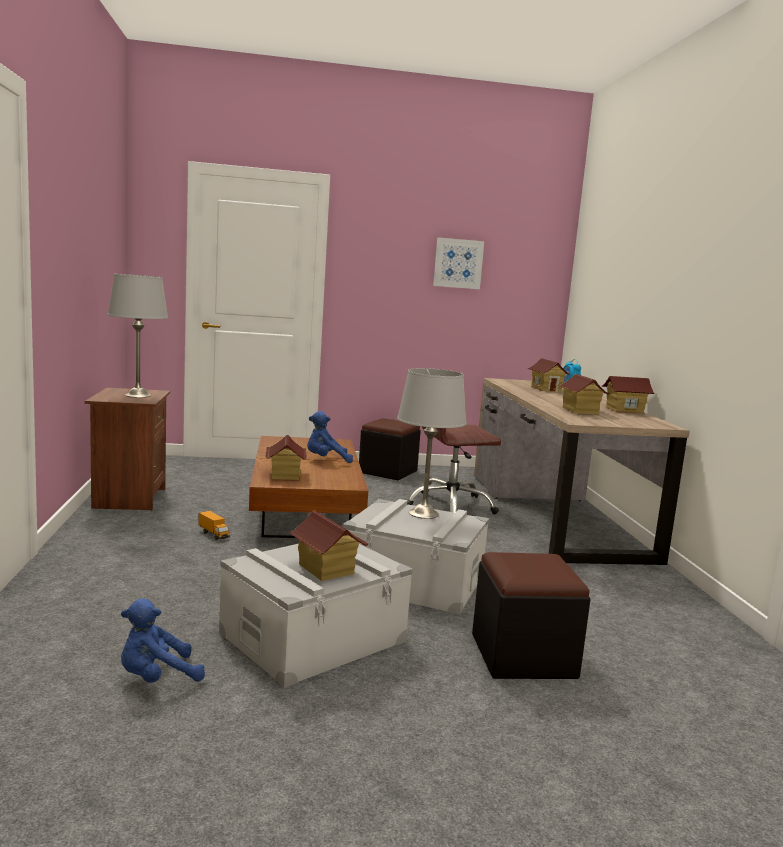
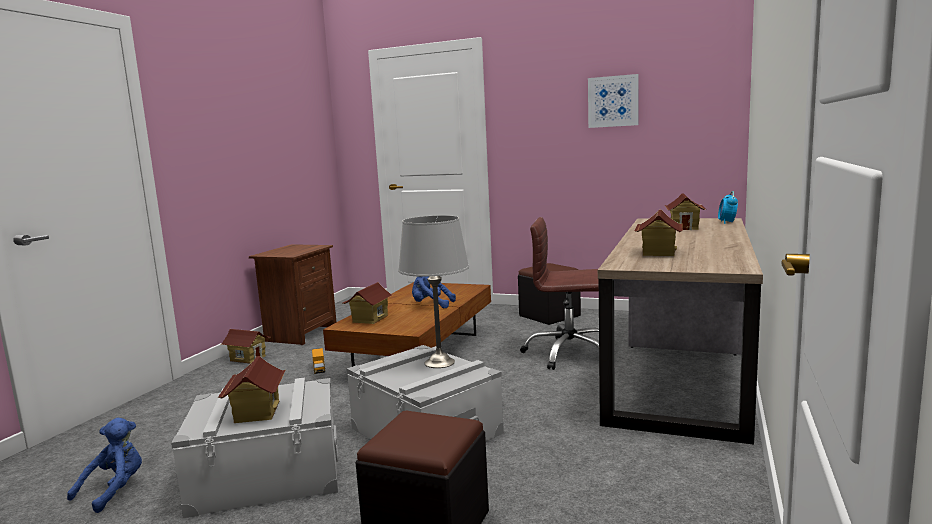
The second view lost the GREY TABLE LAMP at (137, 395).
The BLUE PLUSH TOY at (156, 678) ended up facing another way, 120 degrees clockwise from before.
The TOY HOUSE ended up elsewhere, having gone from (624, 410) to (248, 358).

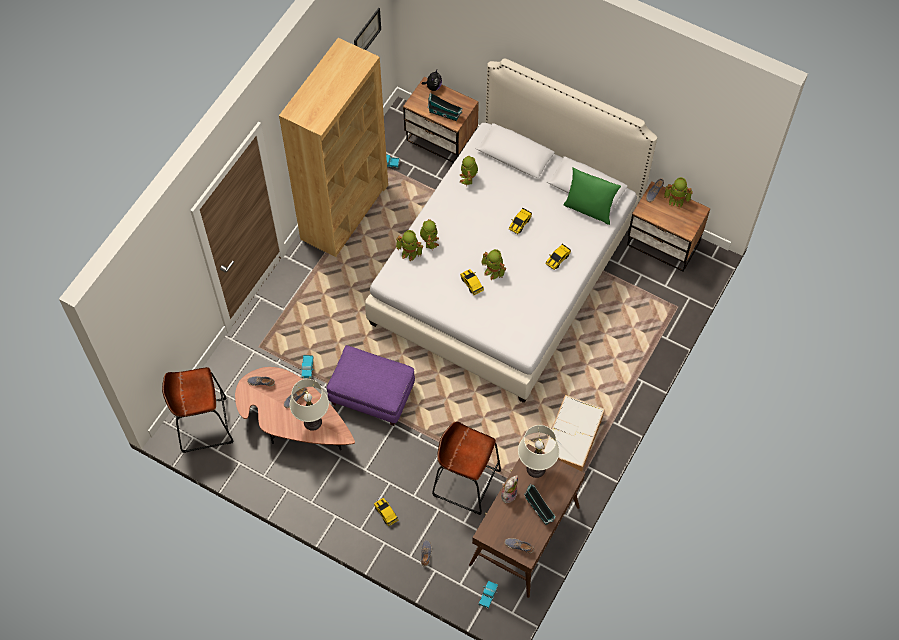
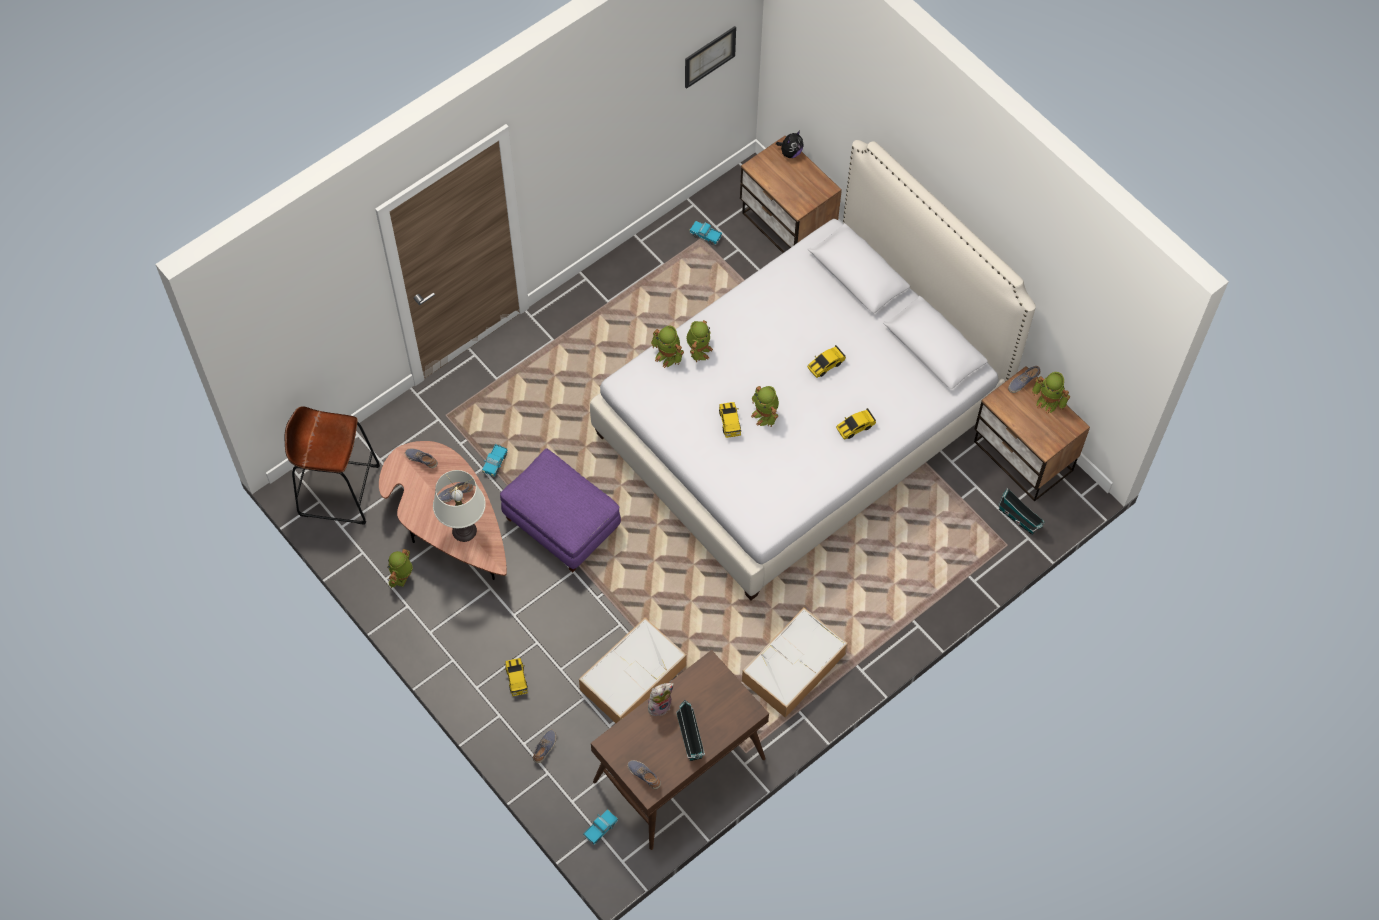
The second view lost the BROWN BOOKCASE at (345, 212).
The TOY HOUSE ended up elsewhere, having gone from (445, 114) to (1020, 519).
Where the BROWN STOOL stood at (466, 482), the STORAGE BOX came to stand at (634, 676).
The TOY ROBOT ended up elsewhere, having gone from (468, 178) to (402, 577).
The second view lost the WHITE TABLE LAMP at (536, 468).
The second view lost the GREEN PILLOW at (589, 209).

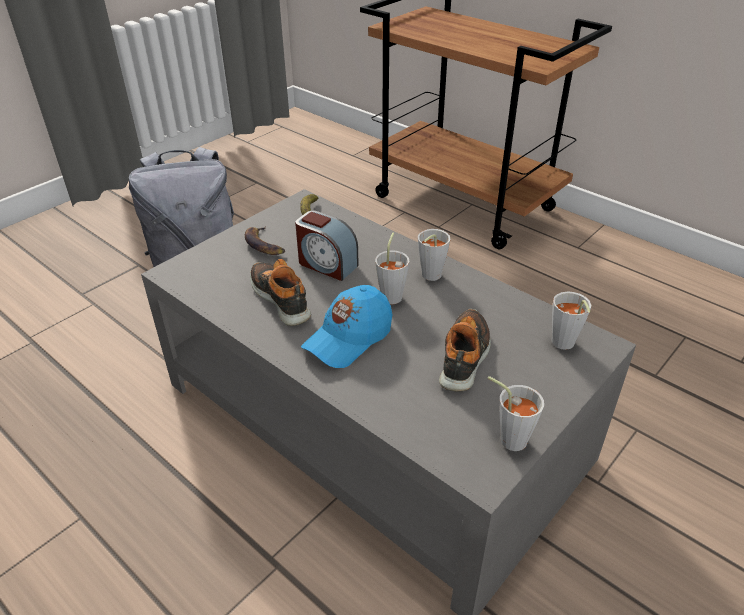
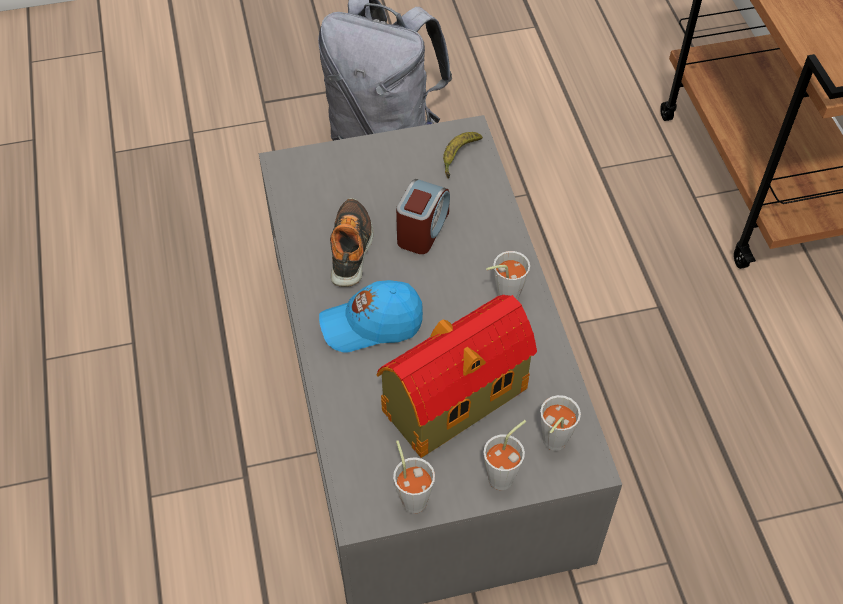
The second view lost the BANANA at (264, 245).
The ALARM CLOCK at (326, 264) ended up facing another way, 135 degrees counterclockwise from before.
The GREY CUP ended up elsewhere, having gone from (392, 294) to (505, 475).
Where the SHOE stood at (465, 356), the TOY HOUSE came to stand at (452, 401).

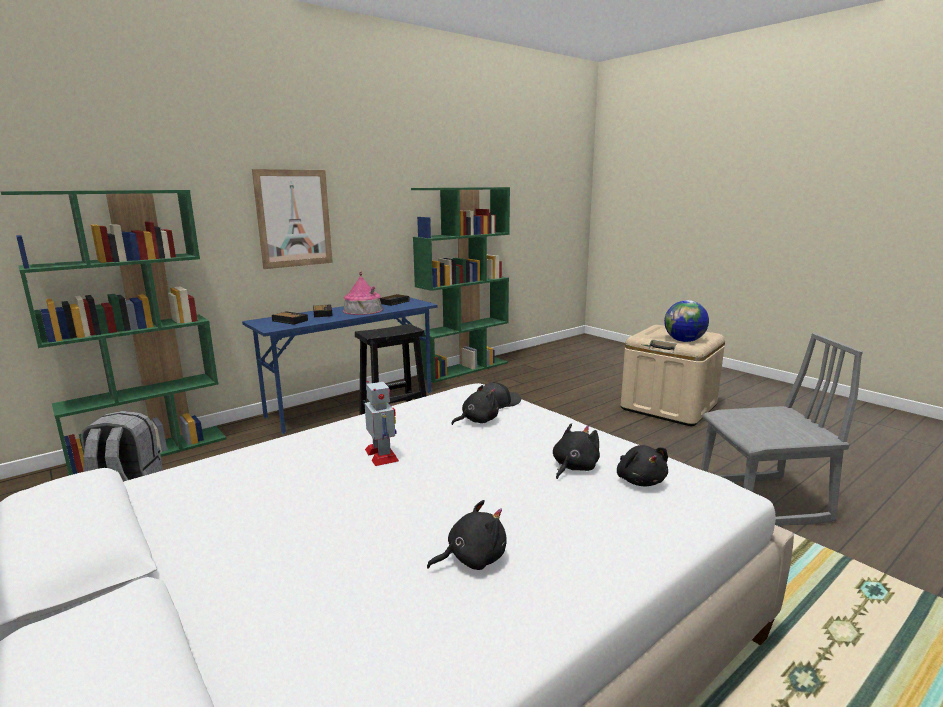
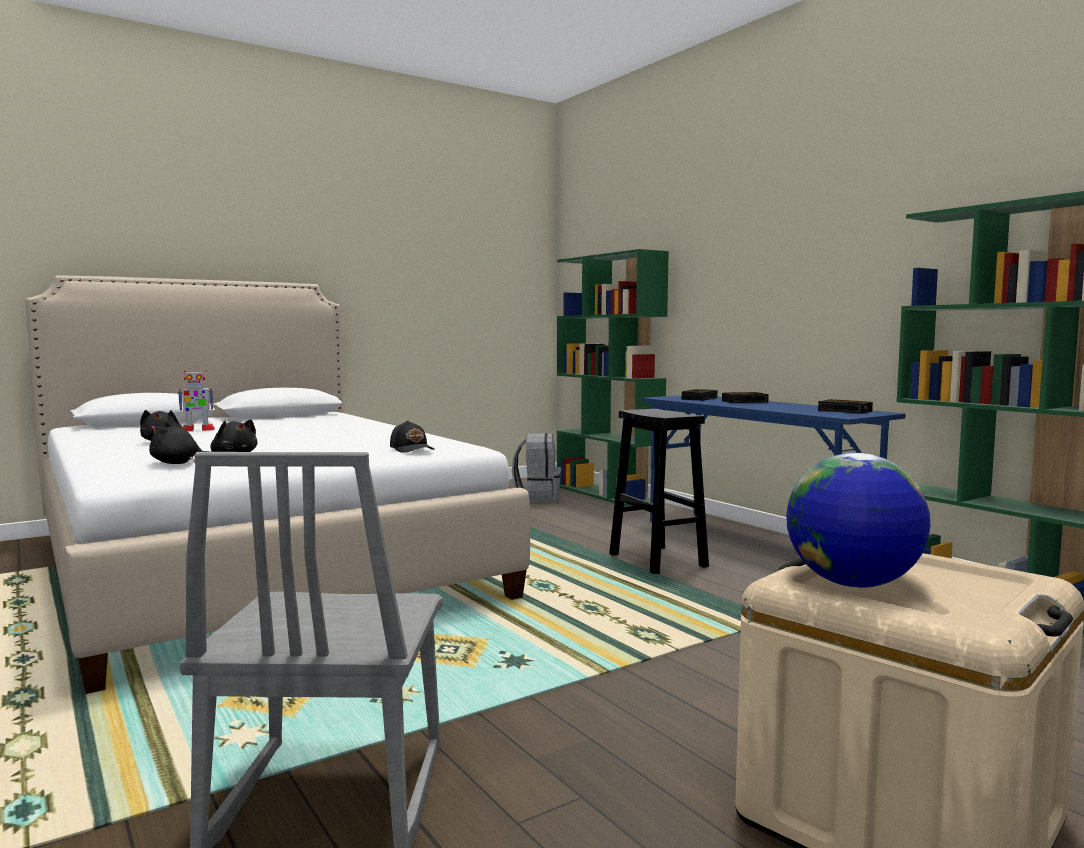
The second view lost the PICTURE at (294, 218).
The second view lost the TOY HOUSE at (363, 310).
The TOY ROBOT ended up elsewhere, having gone from (382, 455) to (197, 430).
The second view lost the BLACK PLUSH TOY at (477, 421).

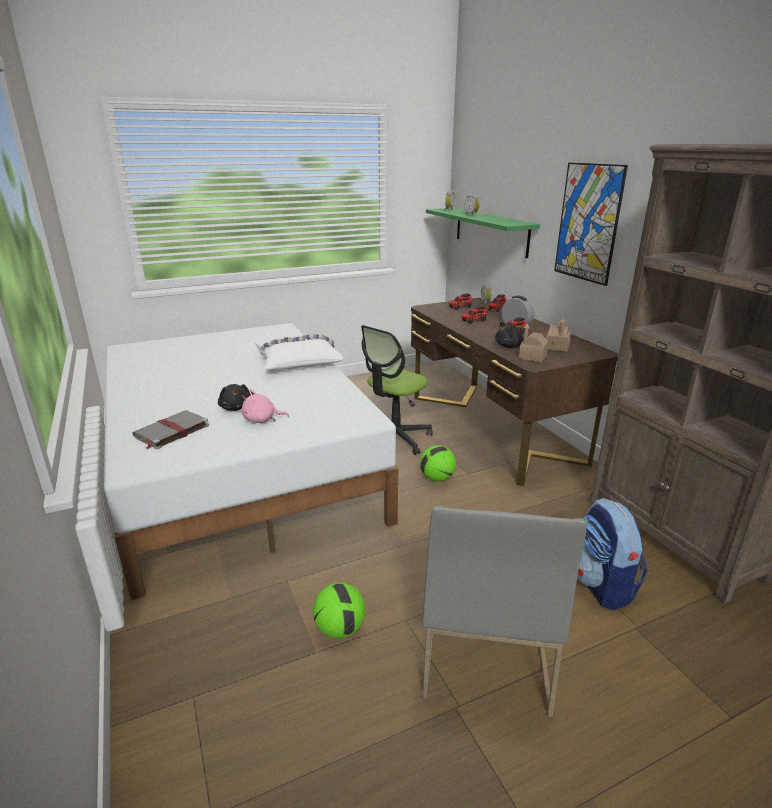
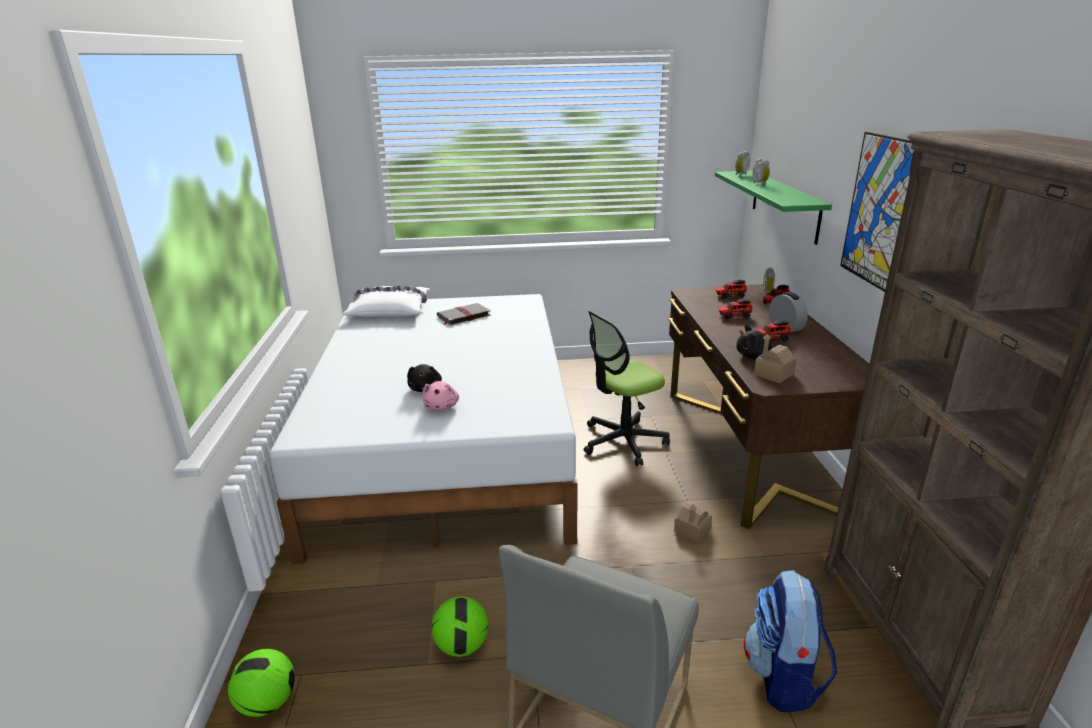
The GREY BOOK ended up elsewhere, having gone from (171, 432) to (463, 316).
The PINK PLUSH TOY at (262, 420) ended up facing another way, 105 degrees counterclockwise from before.
The WHITE PILLOW ended up elsewhere, having gone from (298, 360) to (390, 310).
The FOOTBALL ended up elsewhere, having gone from (437, 478) to (267, 702).
The TOY HOUSE ended up elsewhere, having gone from (556, 347) to (692, 530).

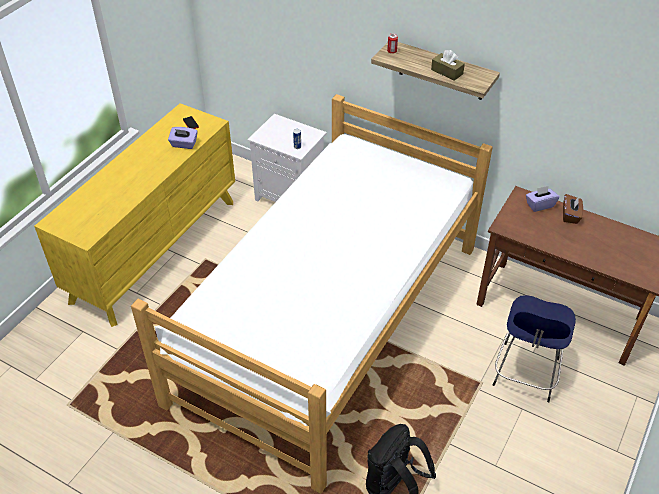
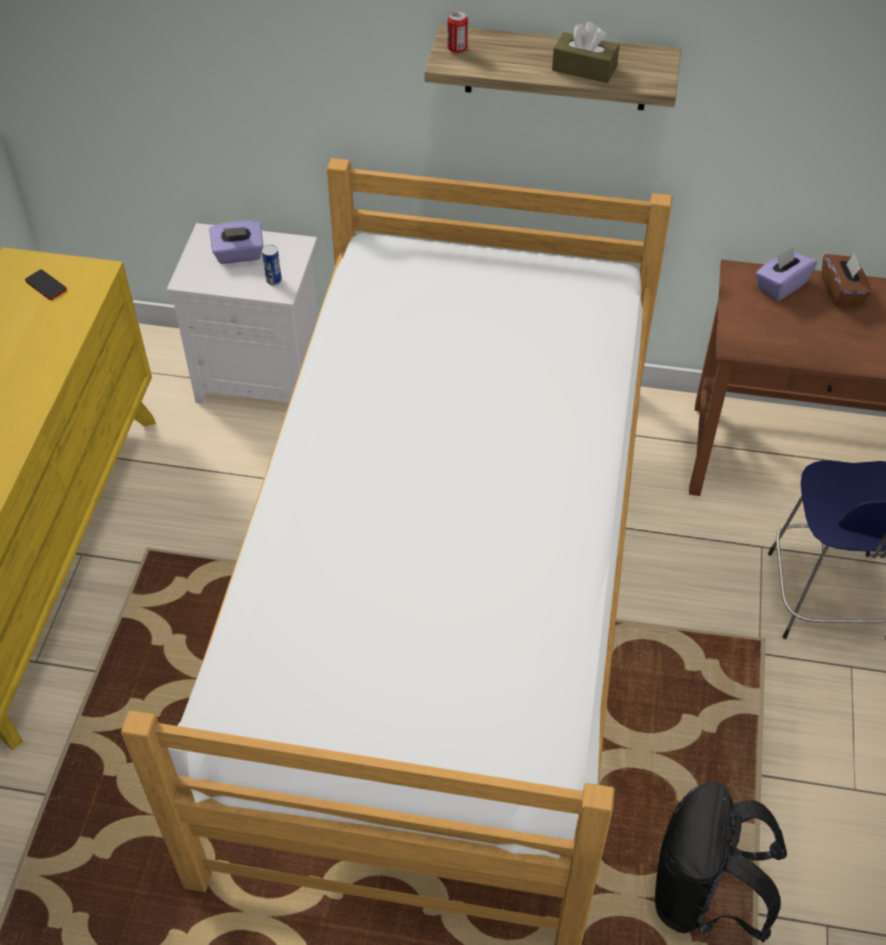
The PURPLE TISSUE BOX ended up elsewhere, having gone from (184, 144) to (239, 255).

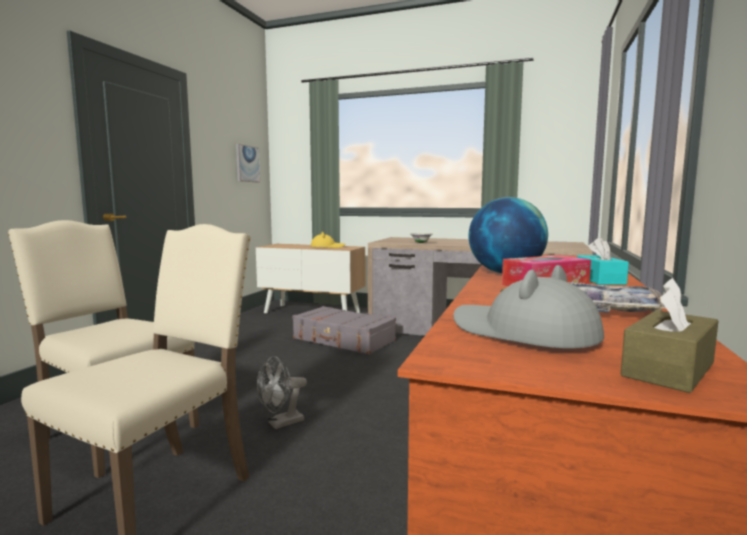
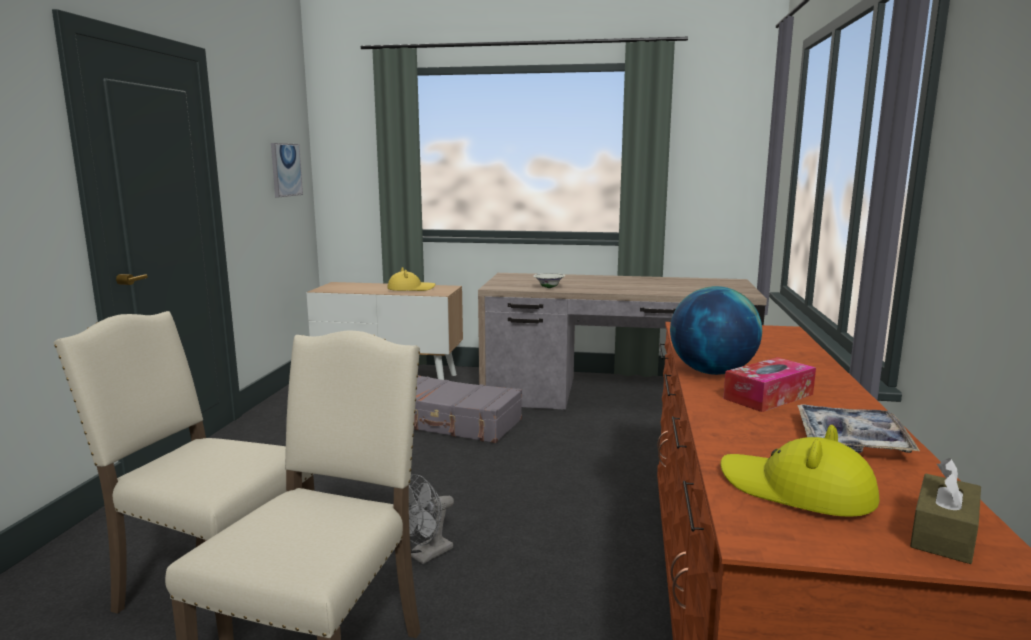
What was the GREY HAT at (522, 333) turned into the YELLOW HAT at (796, 490).
The second view lost the TURQUOISE TISSUE BOX at (599, 280).

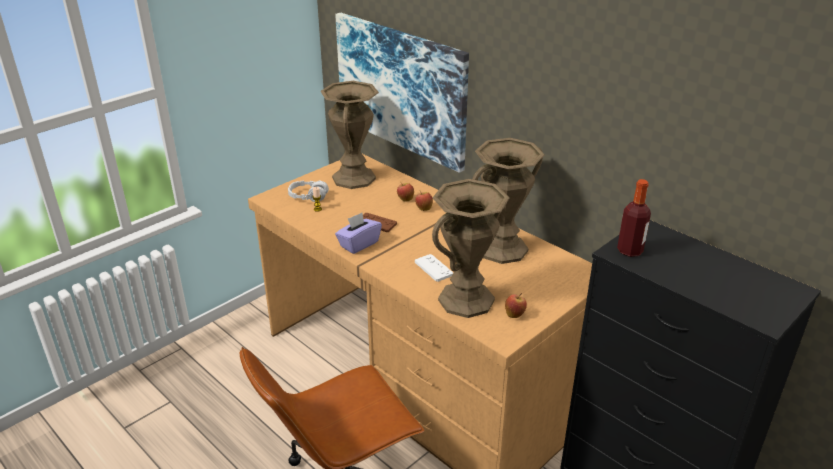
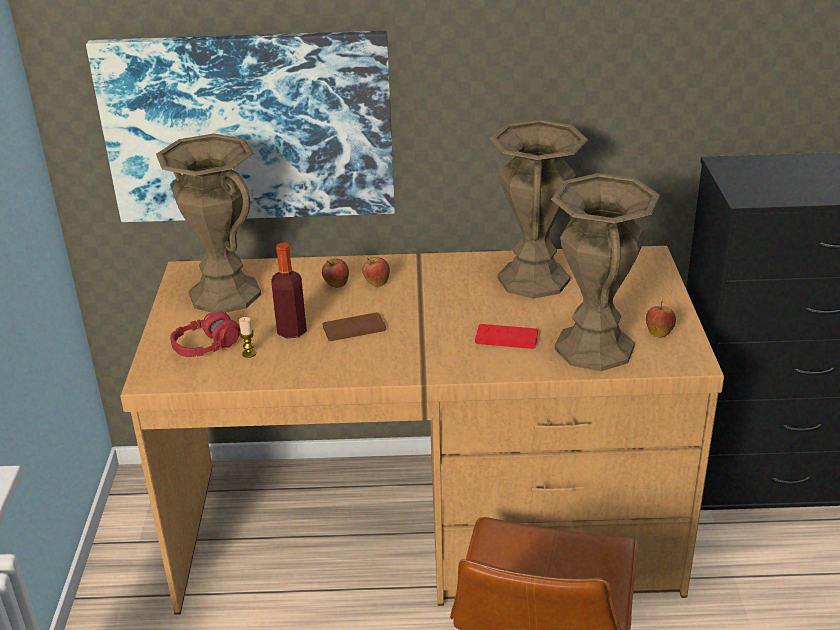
What was the GREY HEADPHONES at (308, 196) turned into the RED HEADPHONES at (206, 346).
The second view lost the PURPLE TISSUE BOX at (358, 244).
What was the WHITE GAME CONTROLLER at (433, 268) turned into the RED GAME CONTROLLER at (506, 338).
The BOTTLE ended up elsewhere, having gone from (630, 251) to (292, 331).

